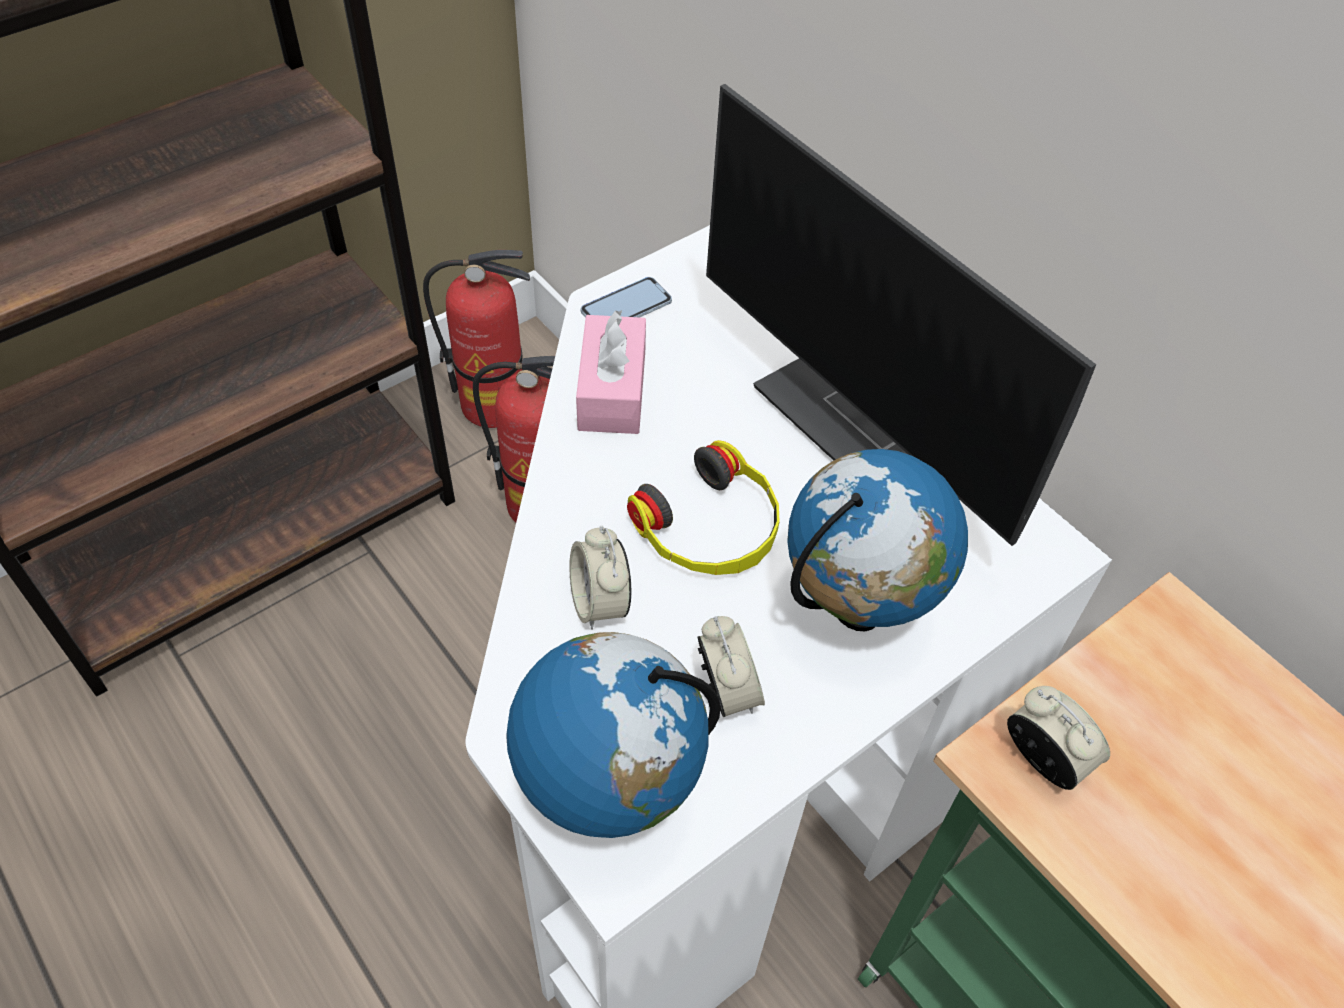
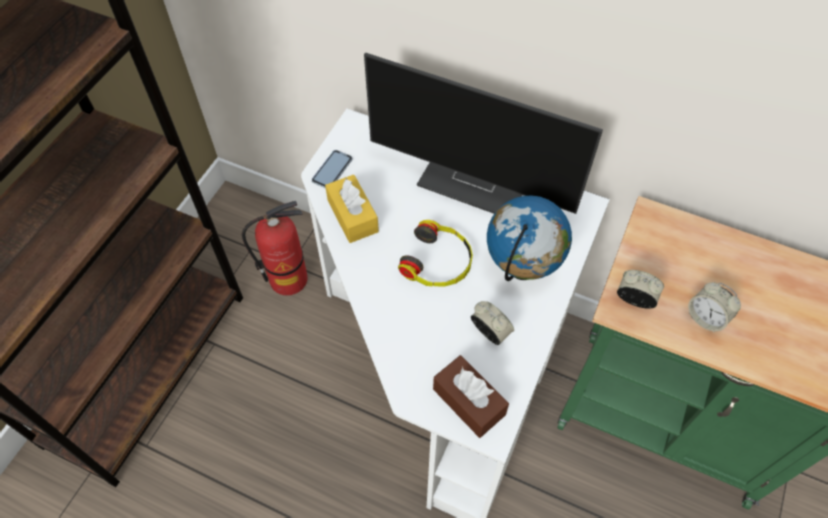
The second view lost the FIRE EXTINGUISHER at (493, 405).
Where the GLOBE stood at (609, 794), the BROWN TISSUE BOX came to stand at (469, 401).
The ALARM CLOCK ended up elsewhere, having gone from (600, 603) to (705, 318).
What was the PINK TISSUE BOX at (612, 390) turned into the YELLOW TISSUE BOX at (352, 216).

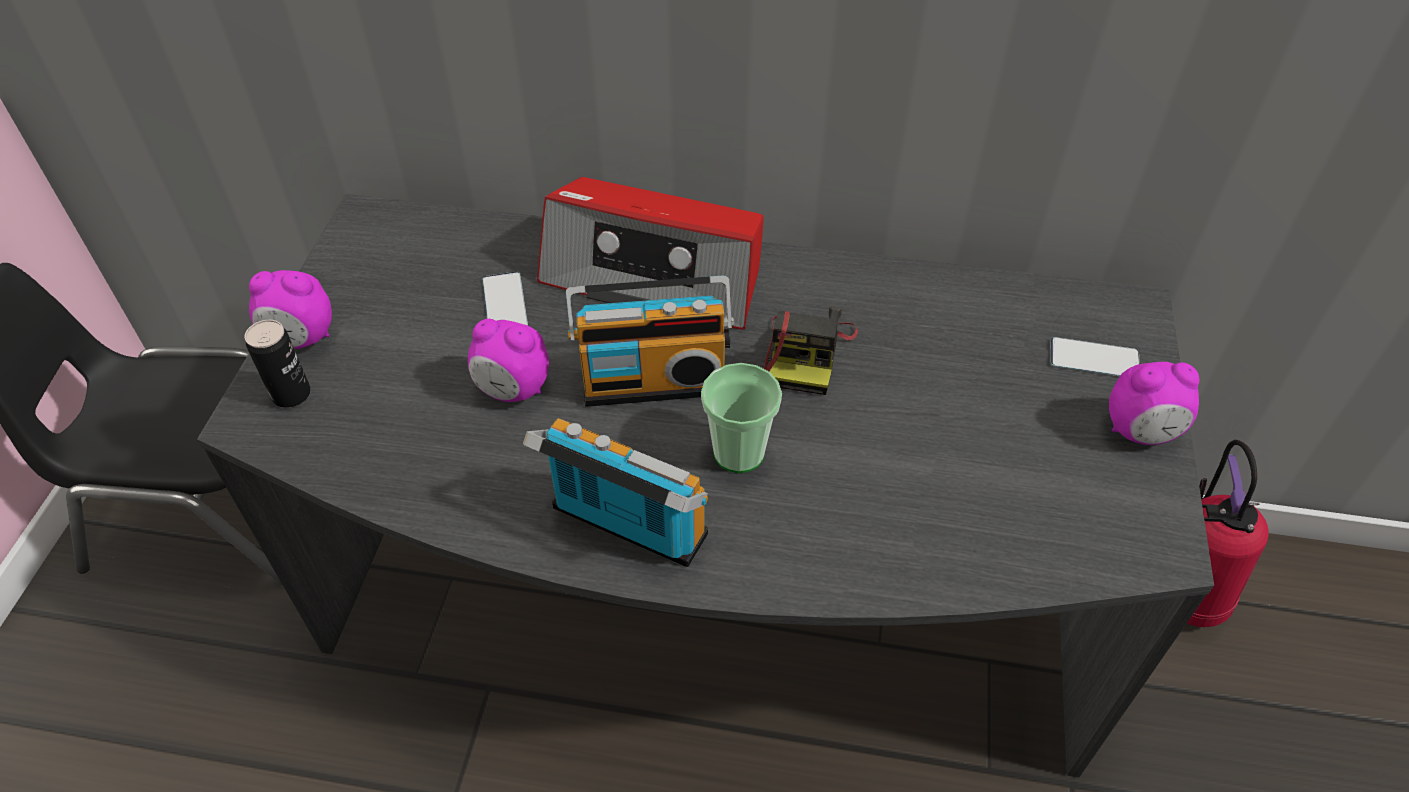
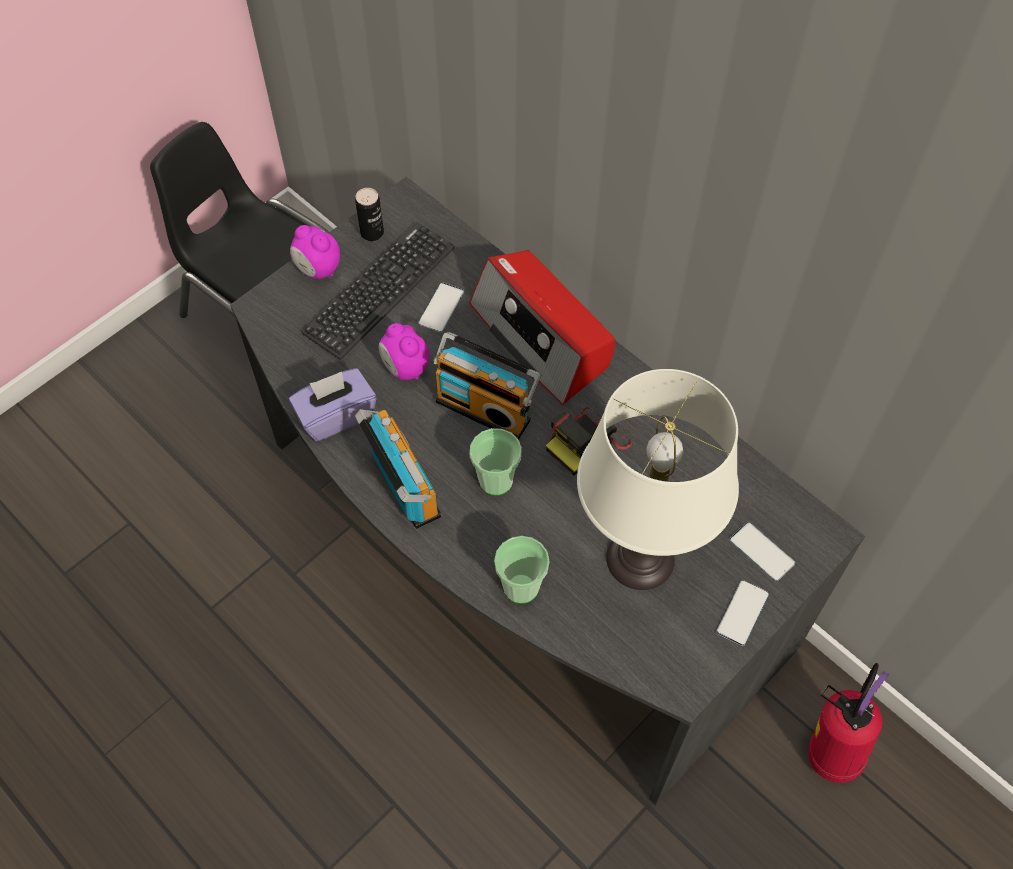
The CAN ended up elsewhere, having gone from (291, 394) to (372, 233).
Where the ALARM CLOCK stood at (1141, 431), the PHONE came to stand at (742, 613).
The second view gained the PURPLE TISSUE BOX at (336, 415).
The second view gained the KEYBOARD at (380, 290).
The second view gained the CUP at (521, 587).
The second view gained the WHITE TABLE LAMP at (640, 559).

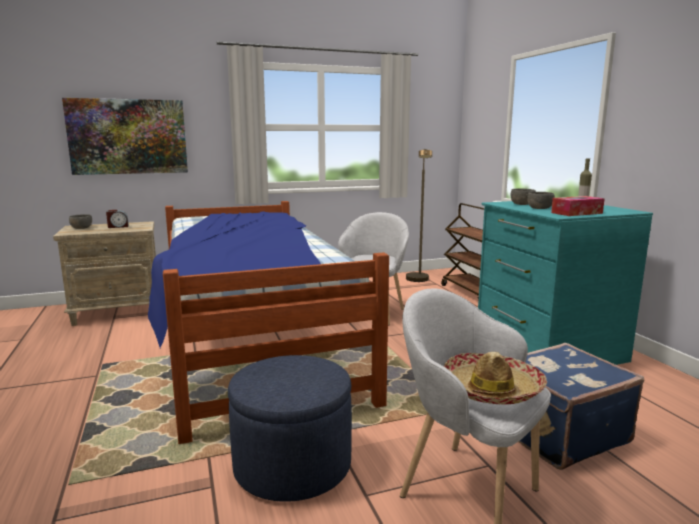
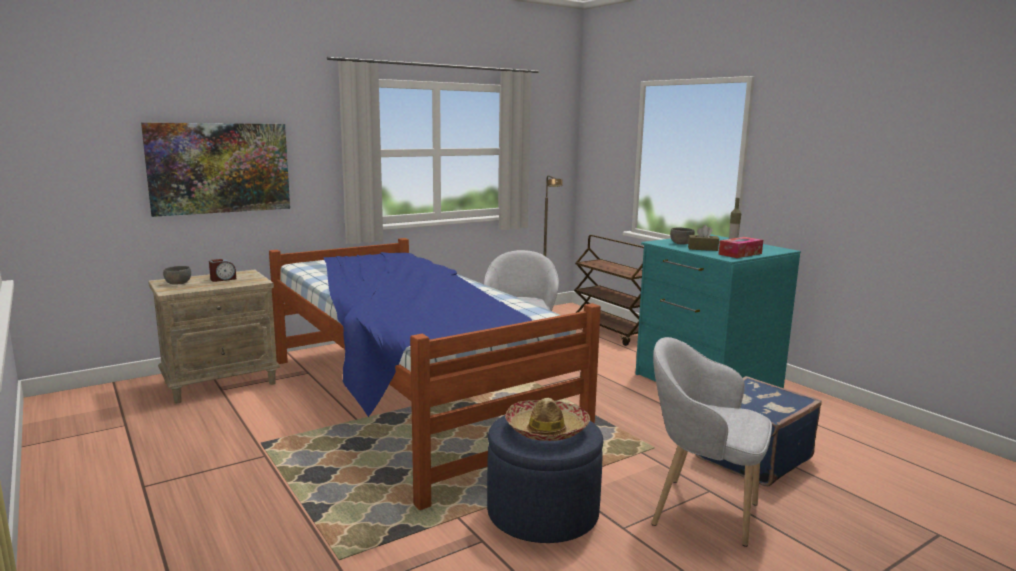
The HAT ended up elsewhere, having gone from (492, 389) to (546, 429).
Where the GREY BOWL stood at (540, 208), the BROWN TISSUE BOX came to stand at (702, 248).

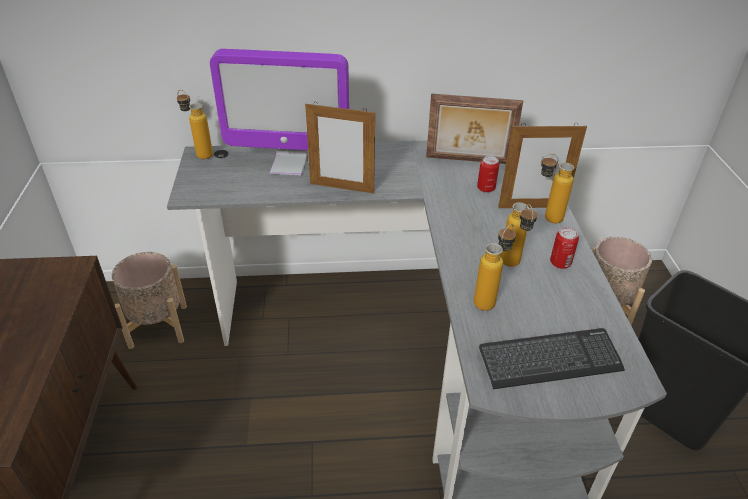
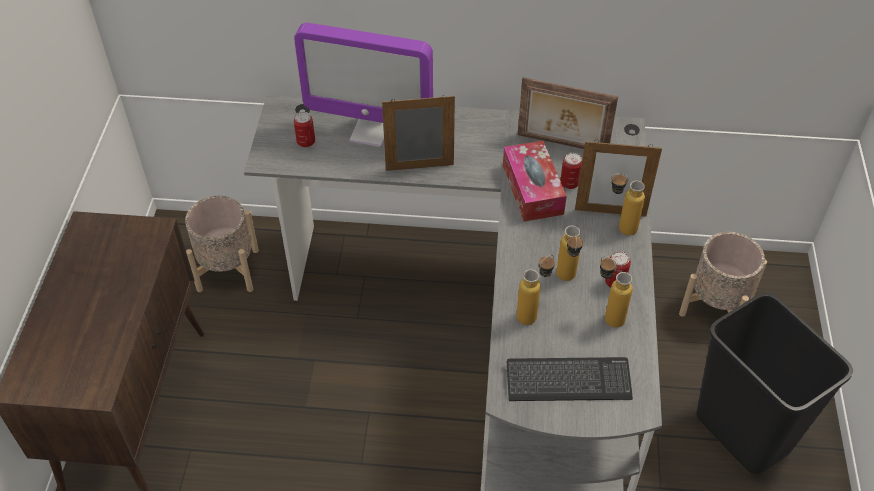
The BOTTLE ended up elsewhere, having gone from (199, 153) to (607, 315).
The PICTURE FRAME at (341, 188) ended up facing another way, 150 degrees clockwise from before.
The second view gained the CAN at (306, 142).
The second view gained the TISSUE BOX at (532, 189).

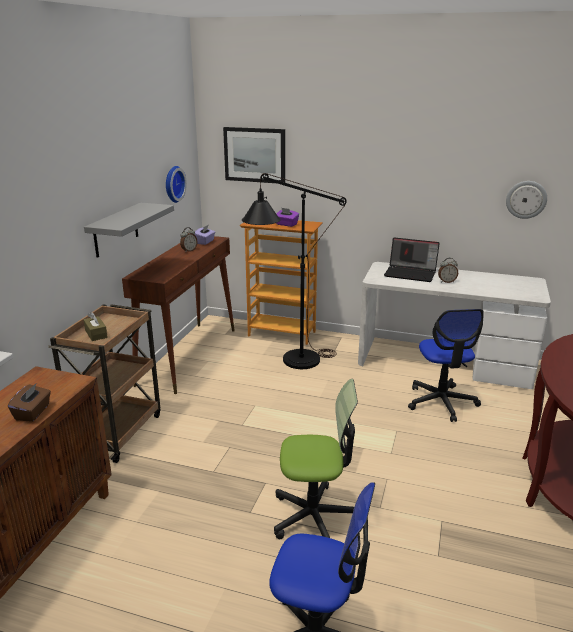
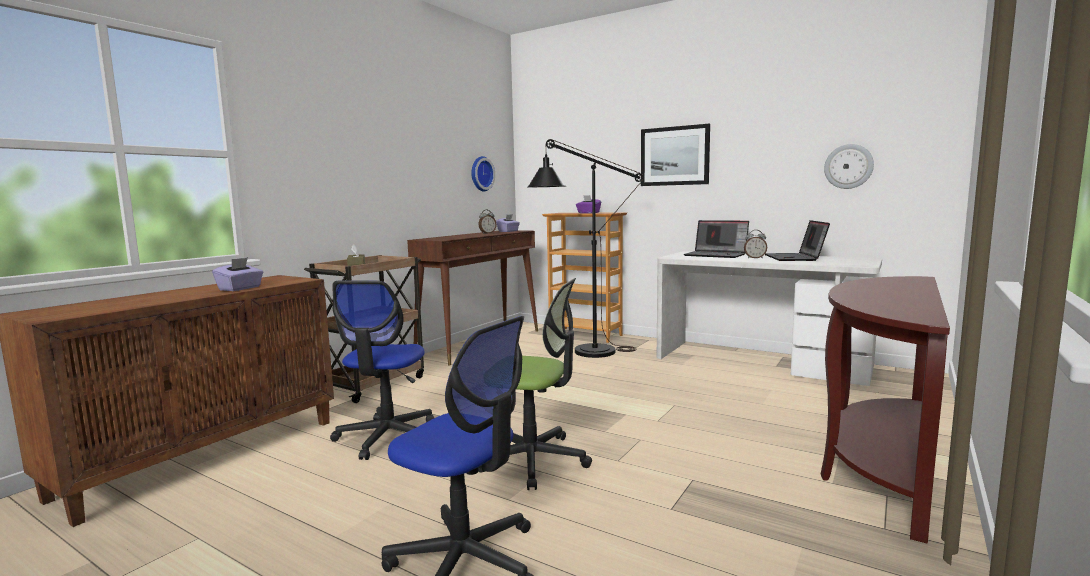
What was the BROWN TISSUE BOX at (33, 412) turned into the PURPLE TISSUE BOX at (240, 288).
The second view lost the GREY SHELF at (116, 230).
The PICTURE ended up elsewhere, having gone from (255, 155) to (674, 156).
The OFFICE CHAIR ended up elsewhere, having gone from (441, 402) to (387, 437).
The second view gained the LAPTOP at (795, 258).

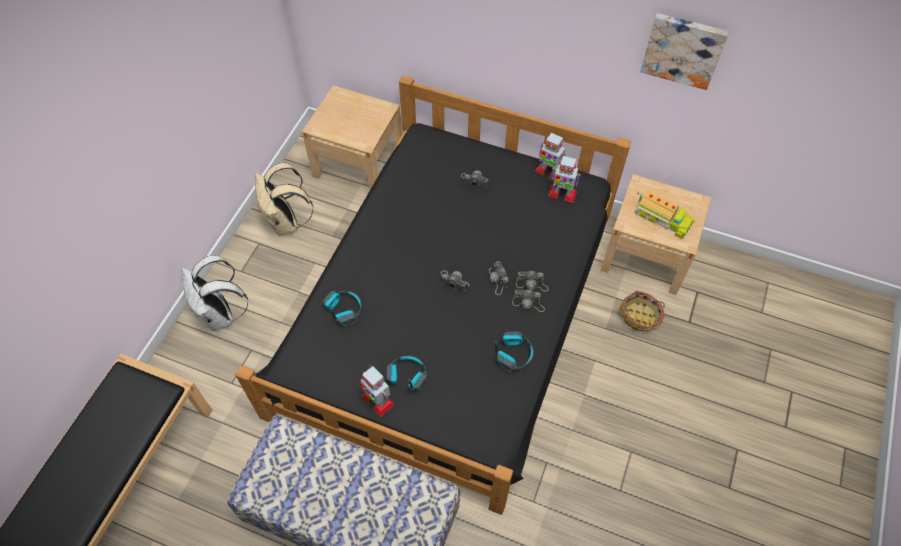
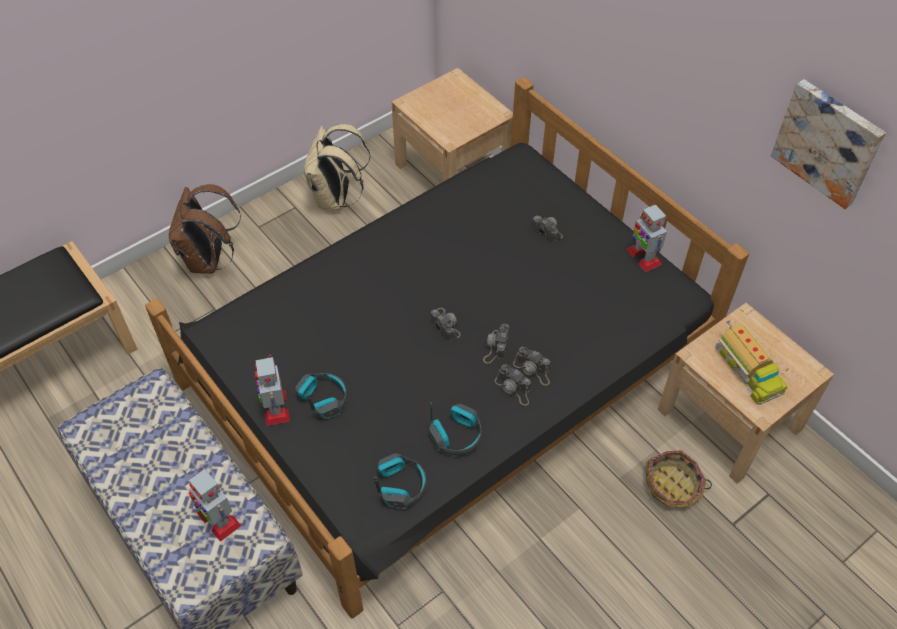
What was the WHITE BACKPACK at (221, 315) turned into the BROWN BACKPACK at (209, 261).
The HEADPHONES ended up elsewhere, having gone from (344, 310) to (401, 485).
The TOY ROBOT ended up elsewhere, having gone from (562, 193) to (218, 519).

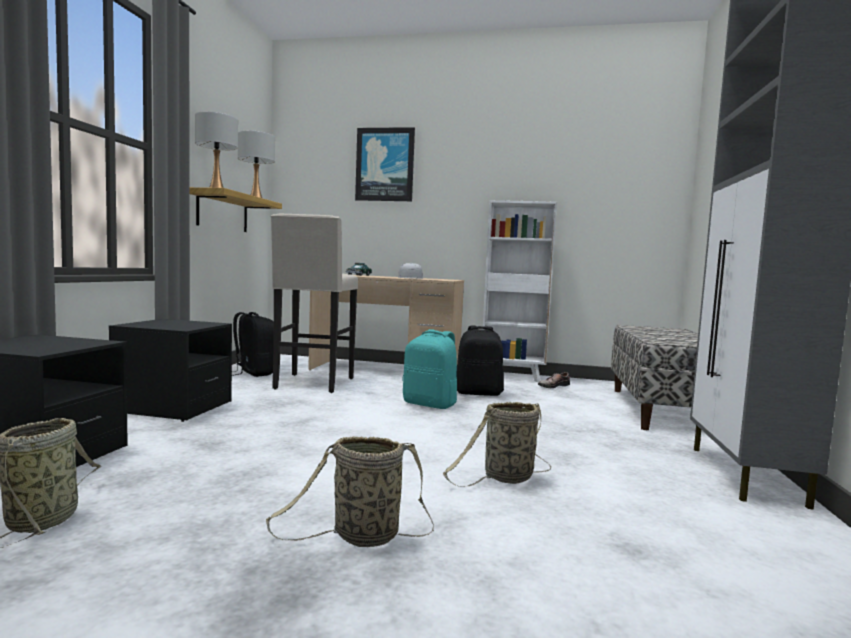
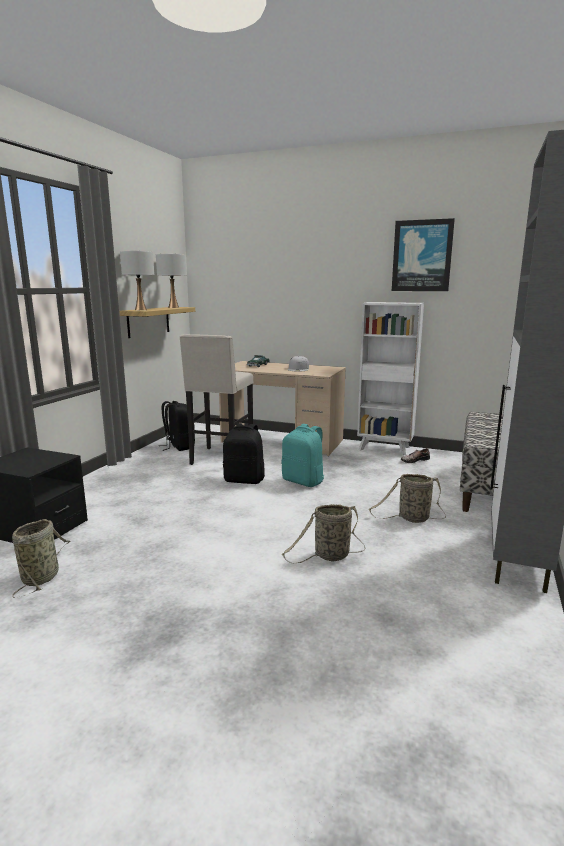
The second view lost the BLACK NIGHTSTAND at (173, 408).
The BASKET ended up elsewhere, having gone from (361, 537) to (411, 518).
The PICTURE ended up elsewhere, having gone from (385, 165) to (422, 256).
The BLACK BACKPACK ended up elsewhere, having gone from (478, 393) to (244, 480).

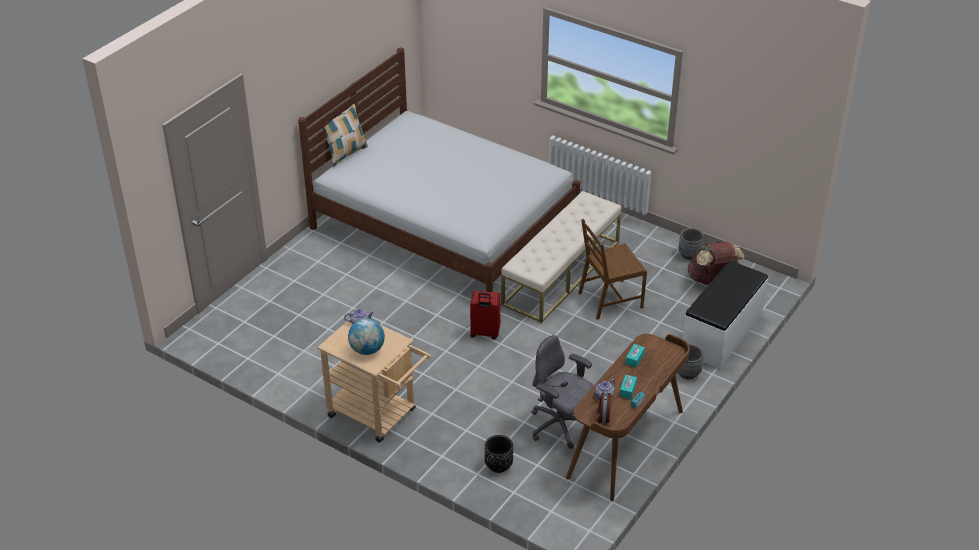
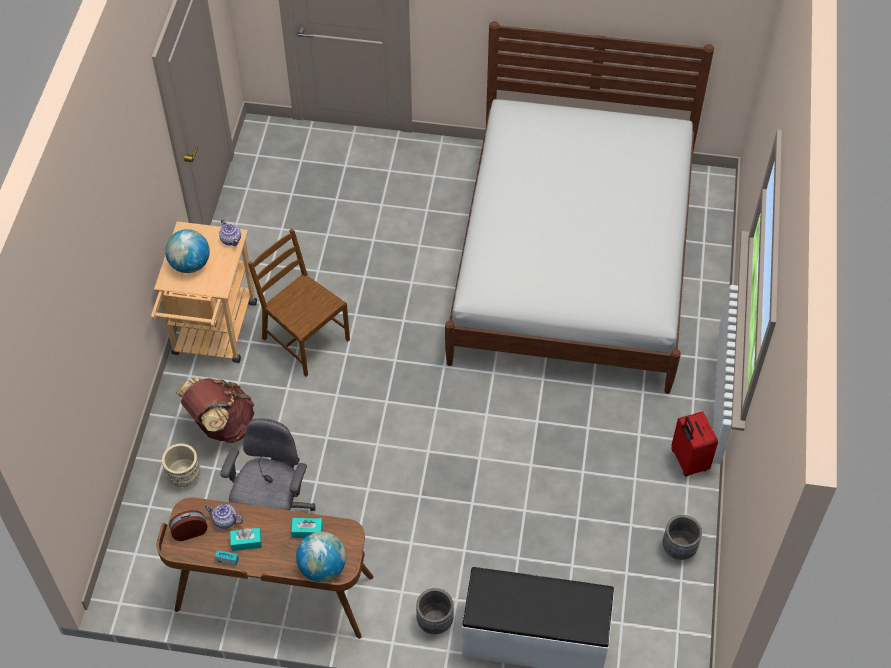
The second view lost the PILLOW at (346, 153).
The RED SUITCASE ended up elsewhere, having gone from (484, 333) to (688, 461).
What was the BLACK PLANTER at (498, 465) turned into the BEIGE PLANTER at (184, 476).
The second view lost the BEIGE BENCH at (561, 272).
The BROWN CHAIR ended up elsewhere, having gone from (609, 300) to (304, 339).
The BROWN BACKPACK ended up elsewhere, having gone from (712, 280) to (221, 425).
The second view gained the GLOBE at (323, 567).

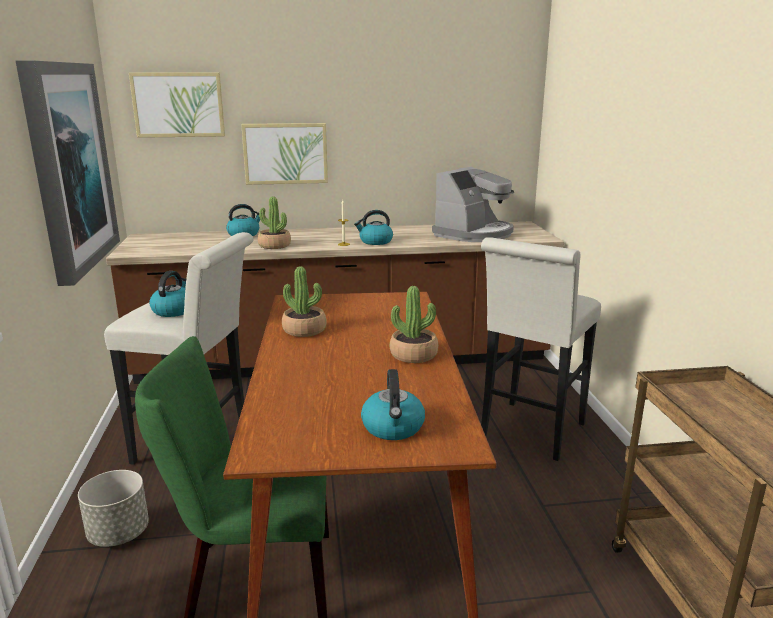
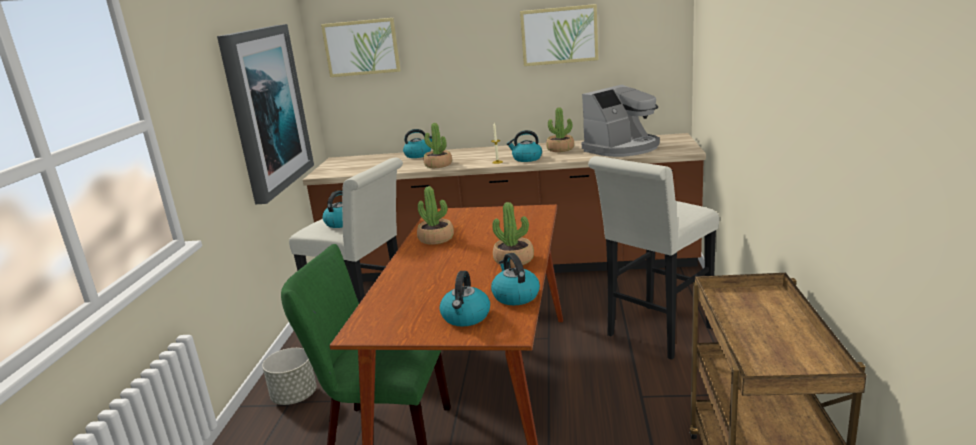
The PICTURE ended up elsewhere, having gone from (285, 153) to (559, 35).
The second view gained the KETTLE at (515, 296).
The second view gained the POTTED PLANT at (560, 149).

